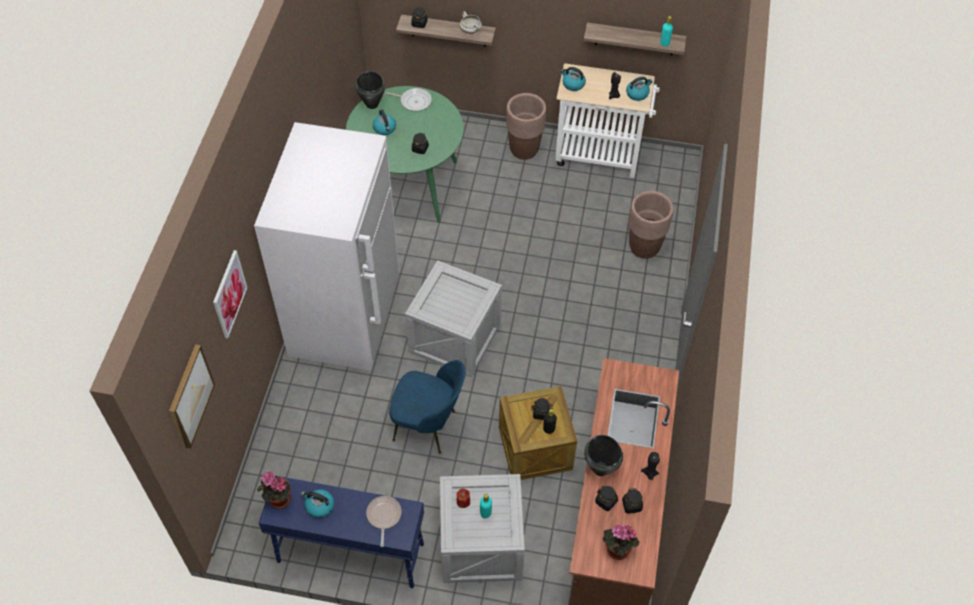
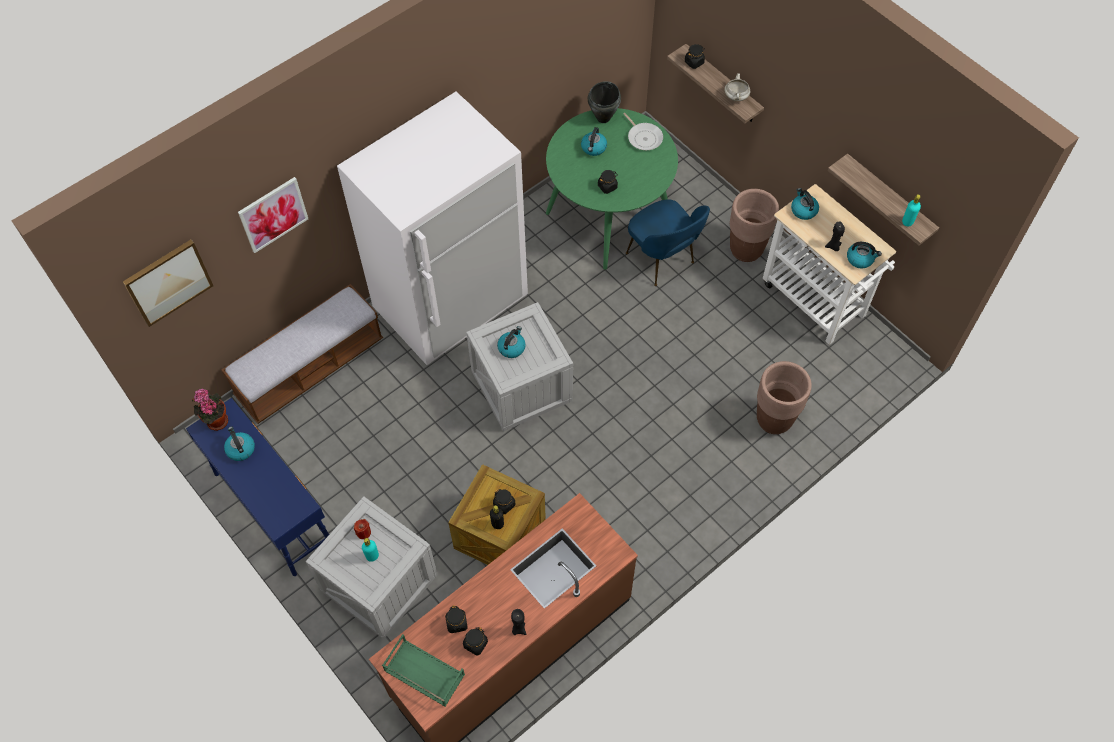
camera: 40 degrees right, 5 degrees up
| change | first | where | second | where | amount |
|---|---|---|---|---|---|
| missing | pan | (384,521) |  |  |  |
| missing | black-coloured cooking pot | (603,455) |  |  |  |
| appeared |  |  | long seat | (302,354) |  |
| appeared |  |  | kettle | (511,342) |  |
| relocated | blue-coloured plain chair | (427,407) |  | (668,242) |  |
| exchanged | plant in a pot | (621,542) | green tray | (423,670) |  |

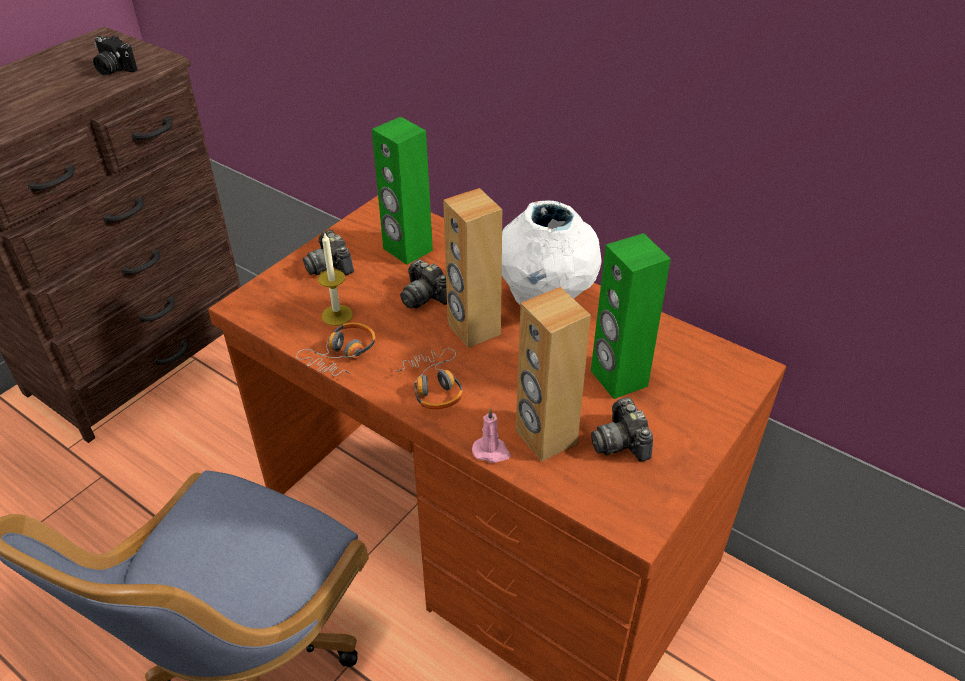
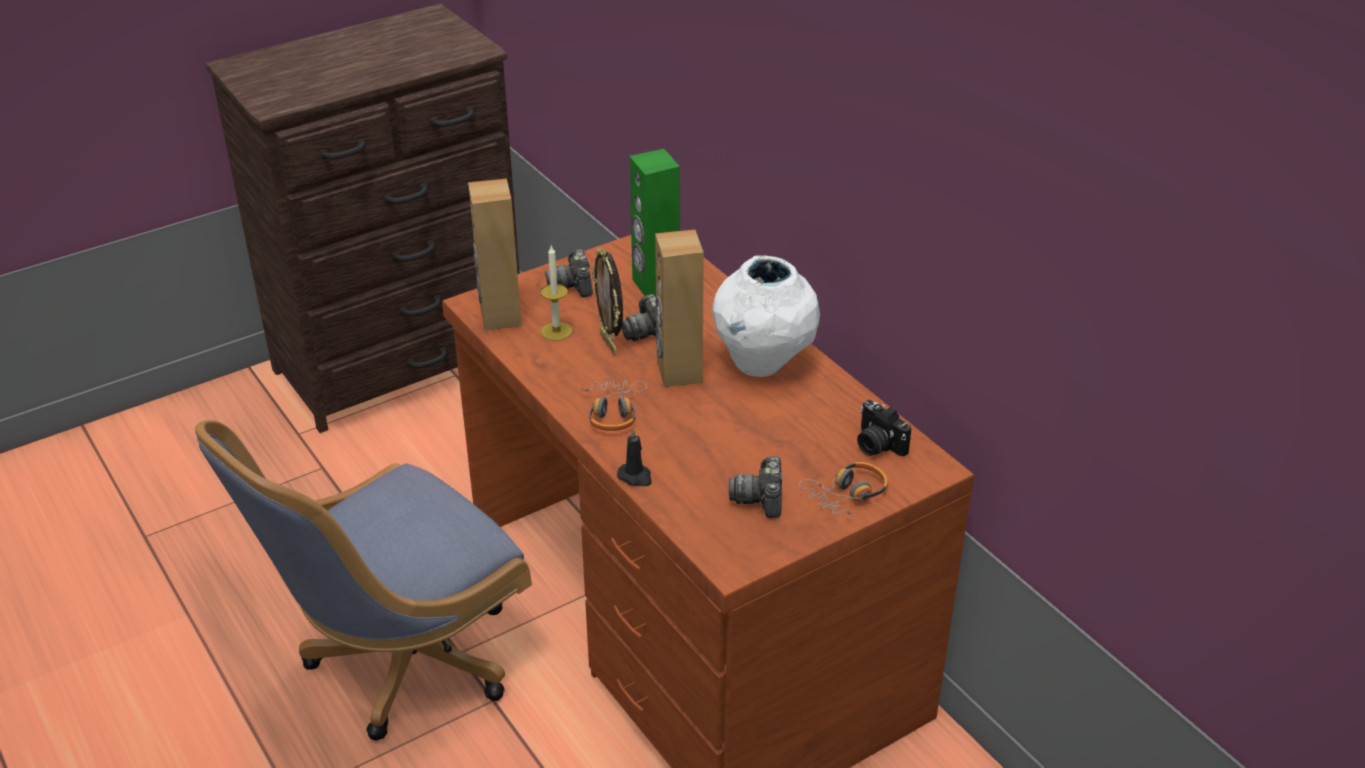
camera: 20 degrees right, 5 degrees down
| change | first | where | second | where | amount |
|---|---|---|---|---|---|
| missing | green speaker | (631,316) |  |  |  |
| appeared |  |  | standing frame | (607,301) |  |
| relocated | photo camera | (115,55) |  | (884,428) |  |
| relocated | pair of headphones | (336,349) |  | (843,489) |  |
| relocated | brown speaker | (553,374) |  | (495,255) |  |
| colour | pink candle | (491,435) | black-coloured candle | (634,457) |  |

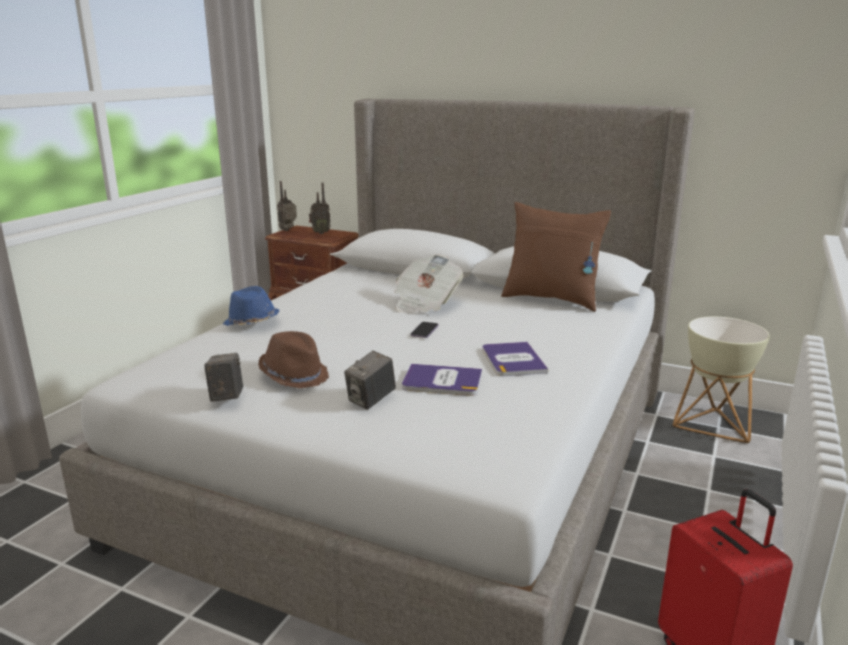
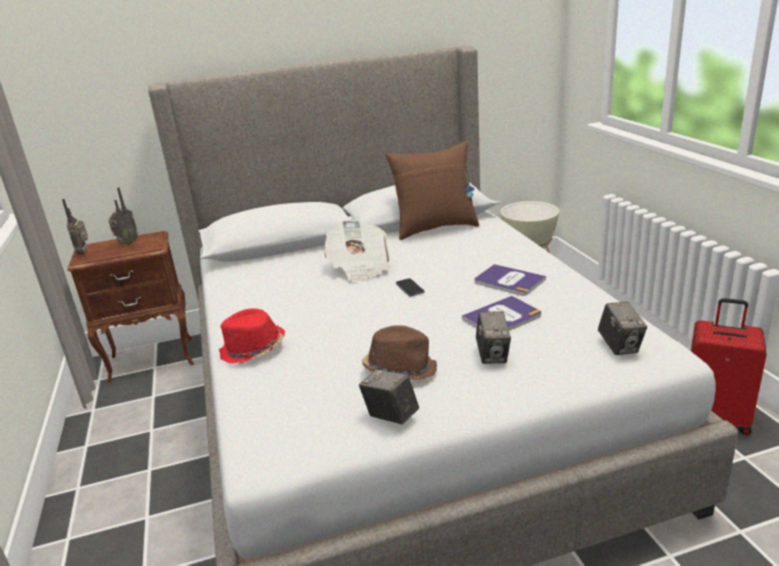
camera: 40 degrees left, 5 degrees up
| change | first | where | second | where | amount |
|---|---|---|---|---|---|
| appeared |  |  | photo camera | (622,328) |  |
| colour | blue-coloured wearable hat | (251,306) | reddish wearable hat | (252,336) |  |

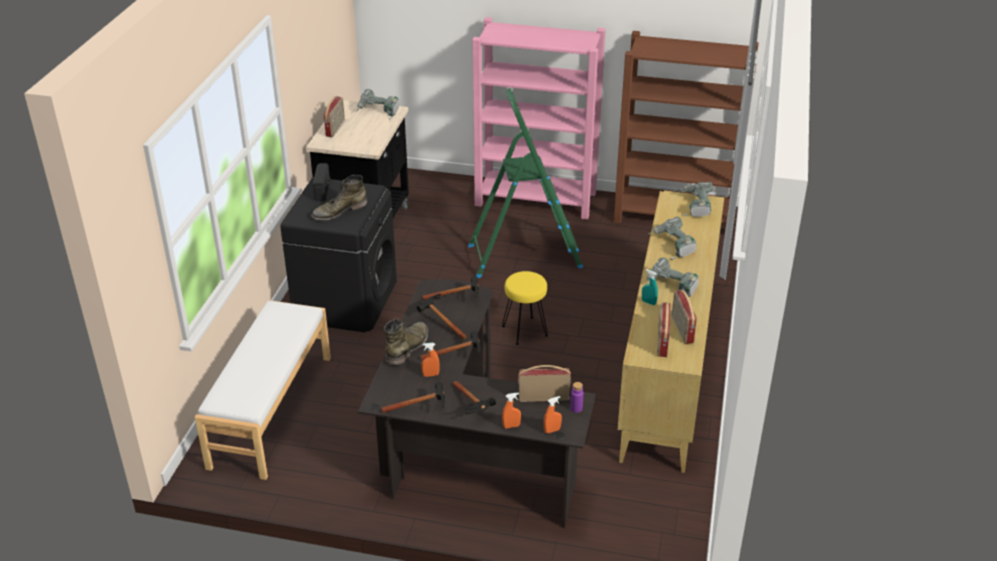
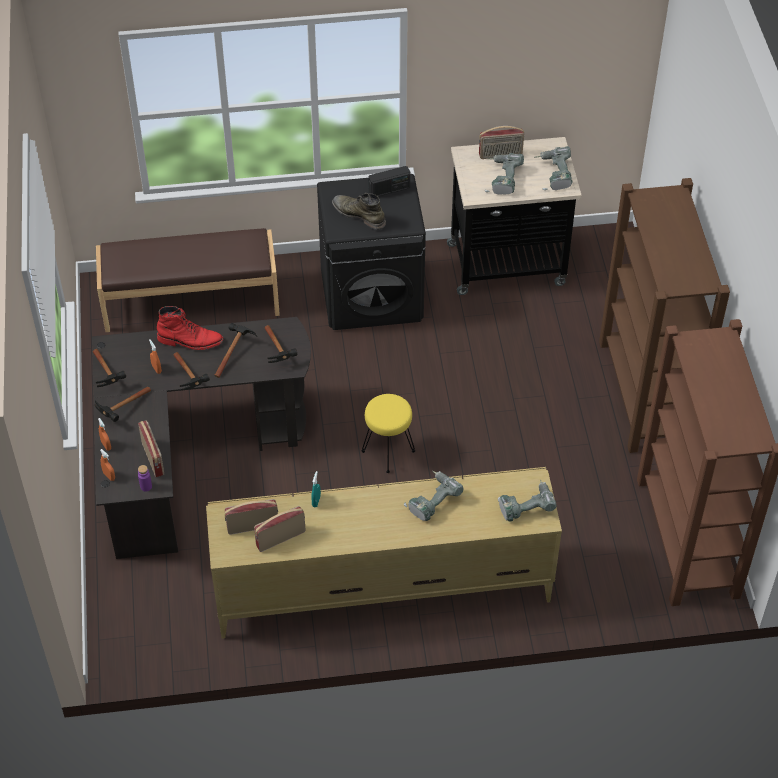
camera: 70 degrees right, 15 degrees up
| change | first | where | second | where | amount |
|---|---|---|---|---|---|
| missing | green step stool | (525,183) |  |  |  |
| relocated | drill | (672,277) |  | (504,173) |  |
| colour | white-coloured long seat | (263,390) | brown long seat | (188,280) |  |
| colour | green tall boot | (406,341) | reddish tall boot | (190,328) |  |
| colour | pink shelving unit | (539,118) | brown shelving unit | (664,315) |  |

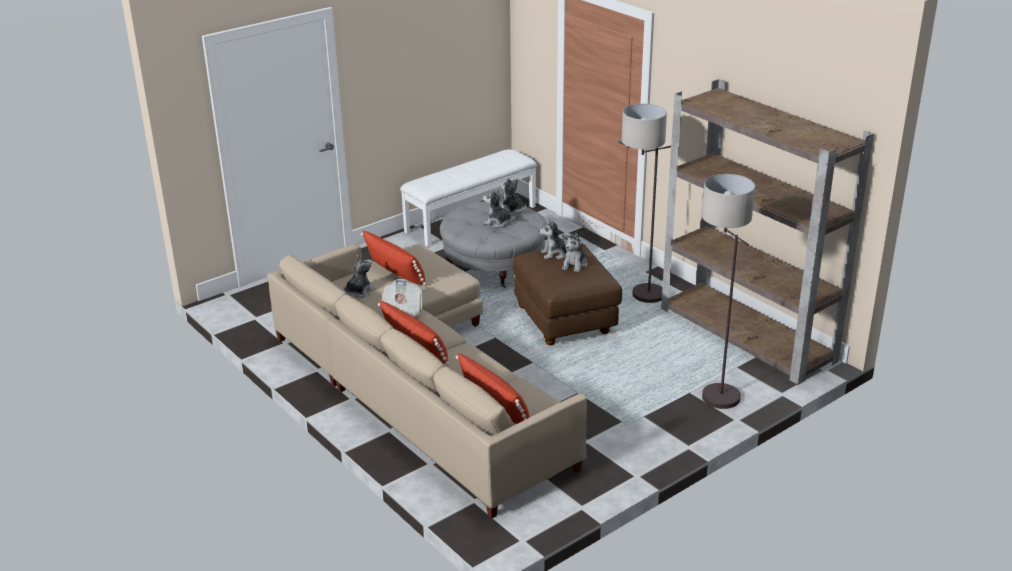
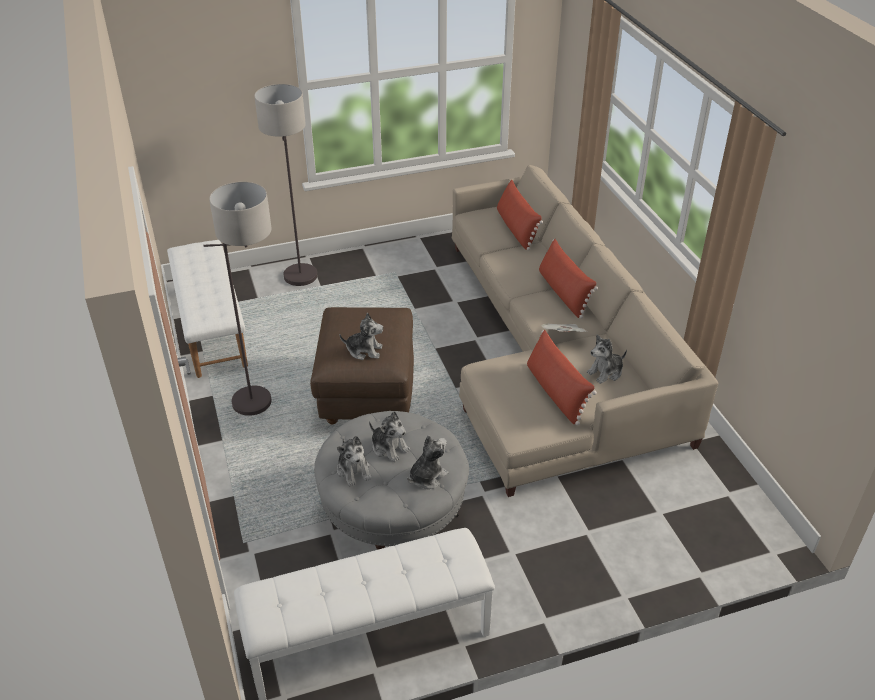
camera: 160 degrees left, 10 degrees up
| change | first | where | second | where | amount |
|---|---|---|---|---|---|
| relocated | plush toy | (575,252) |  | (427,462) |  |
| exchanged | brown shelving unit | (767,232) | white-coloured long seat | (207,309) |  |

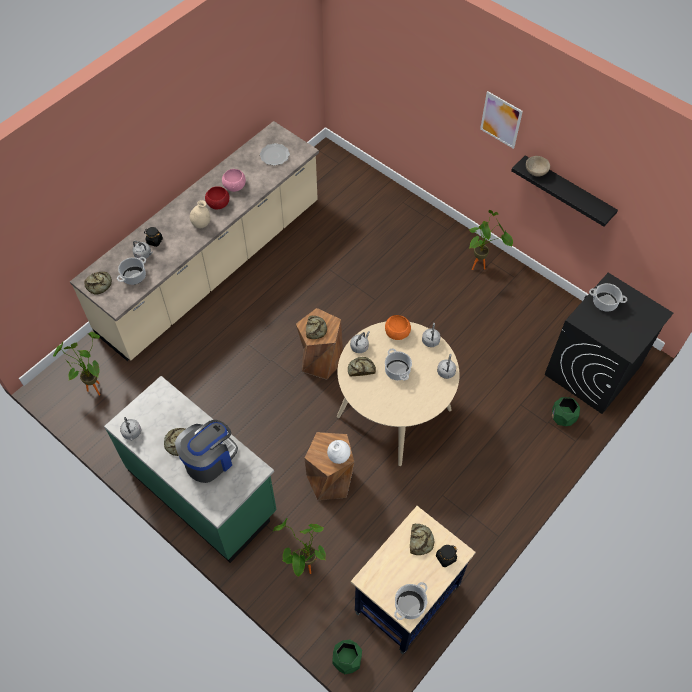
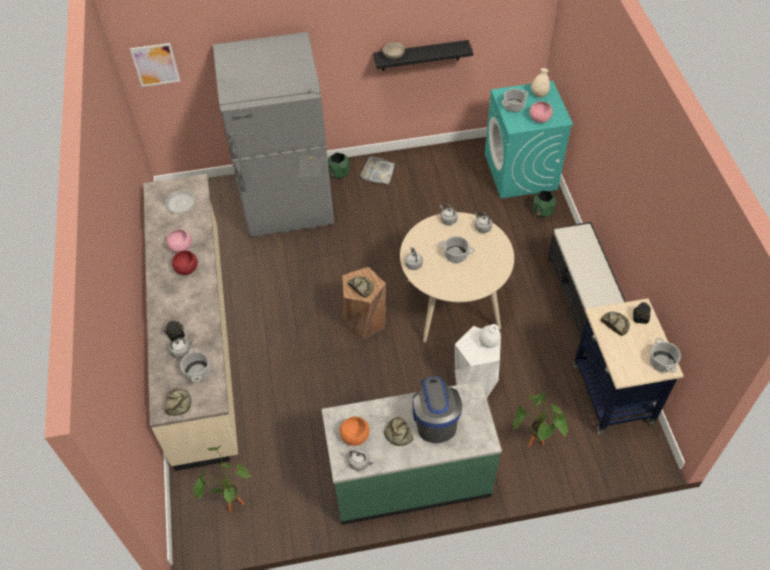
camera: 50 degrees left, 5 degrees down
| change | first | where | second | where | amount |
|---|---|---|---|---|---|
| missing | bread | (362,367) |  |  |  |
| appeared |  |  | greyish refrigerator | (273,134) |  |
| appeared |  |  | pink bowl | (540,112) |  |
| appeared |  |  | black-coloured long seat | (587,280) |  |
| relocated | sand-coloured vase | (200,214) |  | (540,83) |  |
| relocated | green flower pot | (347,657) |  | (339,165) |  |
| relocated | orangey bowl | (398,327) |  | (355,431) |  |
| relocated | wall picture | (501,120) |  | (155,65) |  |
| exchanged | plant in a pot | (491,240) | greyish tray | (377,170) |  |
| colour | brown sitting stool | (329,466) | white-coloured sitting stool | (478,362) |  |
| colour | black-coloured laundry appliance | (609,343) | blue-green laundry appliance | (529,140) |  |

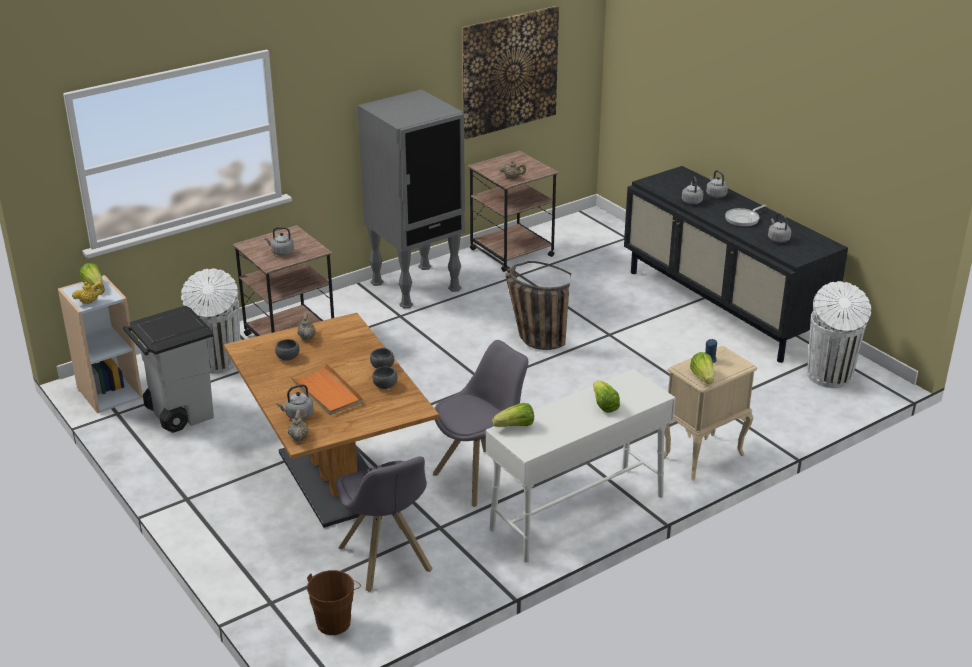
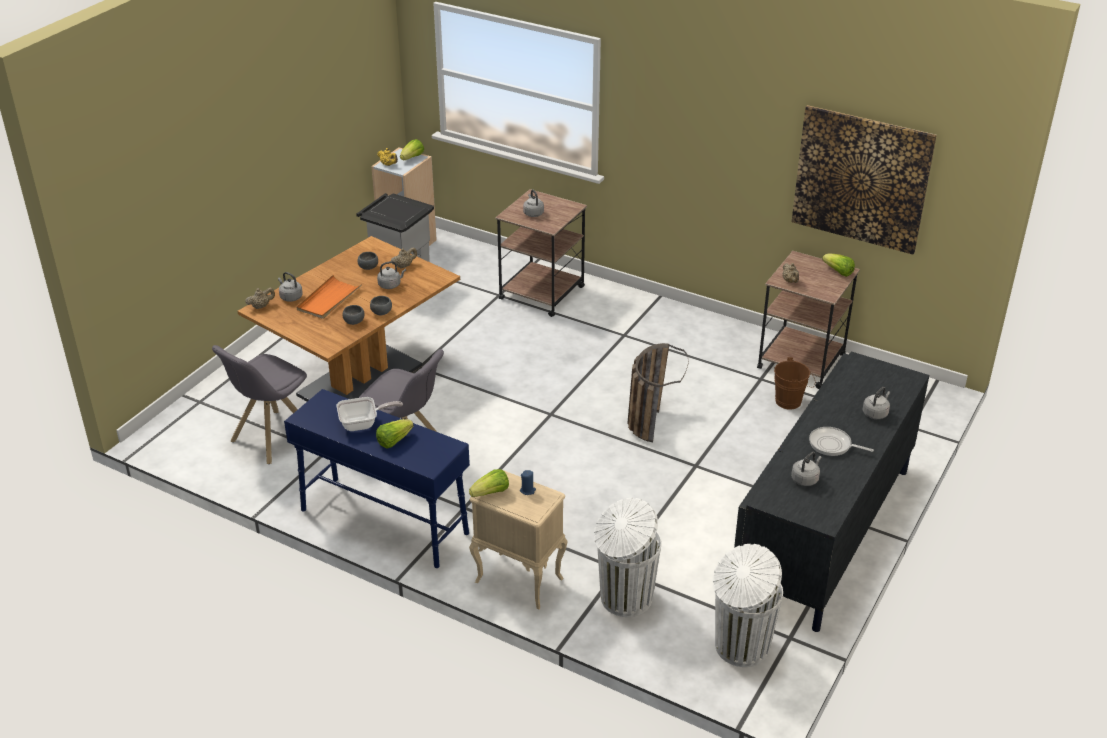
camera: 65 degrees right, 5 degrees up
| change | first | where | second | where | amount |
|---|---|---|---|---|---|
| missing | greyish cabinet | (411,198) |  |  |  |
| appeared |  |  | pan | (370,414) |  |
| relocated | white-coloured waste bin | (210,321) |  | (628,557) |  |
| relocated | brown bucket | (334,602) |  | (794,383) |  |
| relocated | lettuce | (513,415) |  | (838,265) |  |
| relocated | greyish kettle | (692,190) |  | (391,275) |  |
| colour | white-coloured narrow table | (581,465) | blue-coloured narrow table | (377,478) |  |

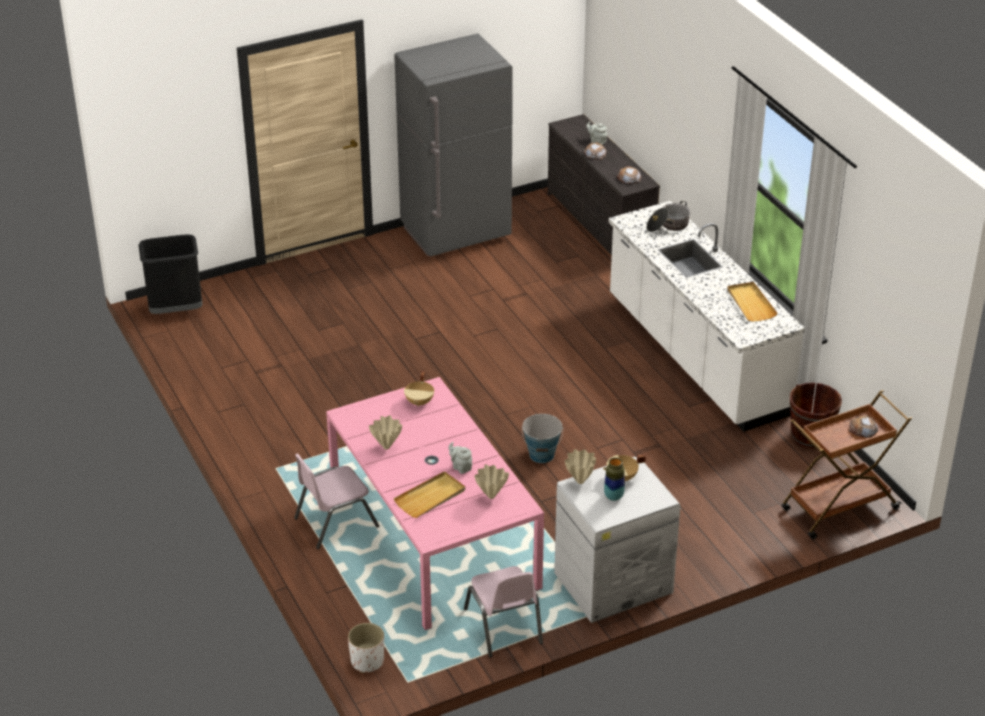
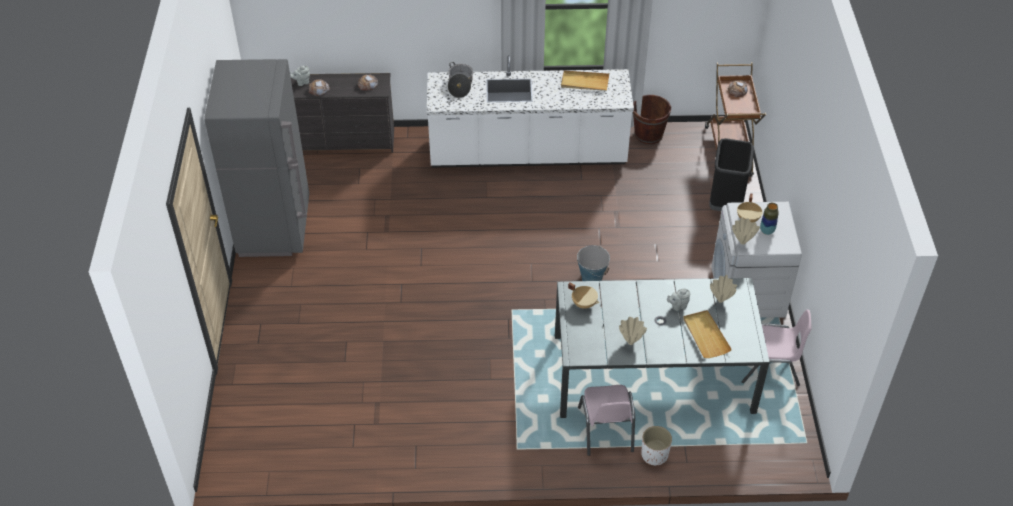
camera: 65 degrees left, 10 degrees up
| change | first | where | second | where | amount |
|---|---|---|---|---|---|
| relocated | black-coloured waste bin | (171,274) |  | (732,174) |  |
| relocated | white-coloured flower pot | (366,648) |  | (656,445) |  |
| colour | pink dinner table | (435,503) | greyish dinner table | (662,348) |  |

